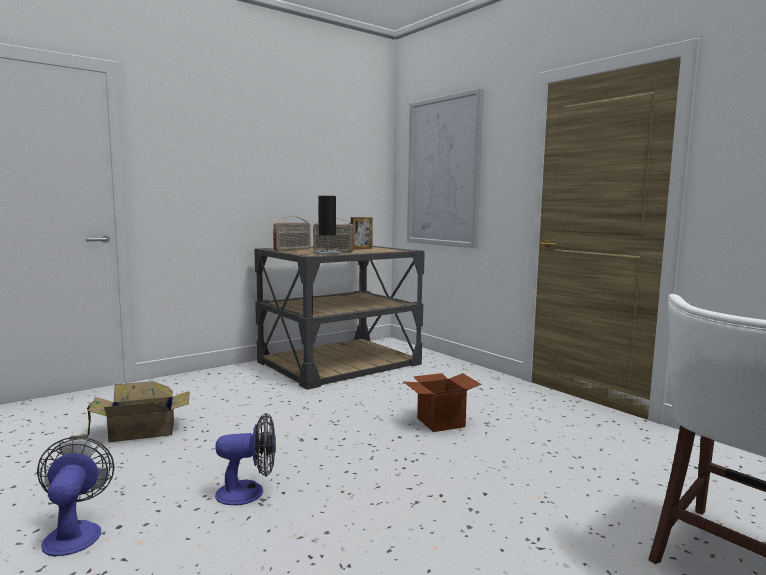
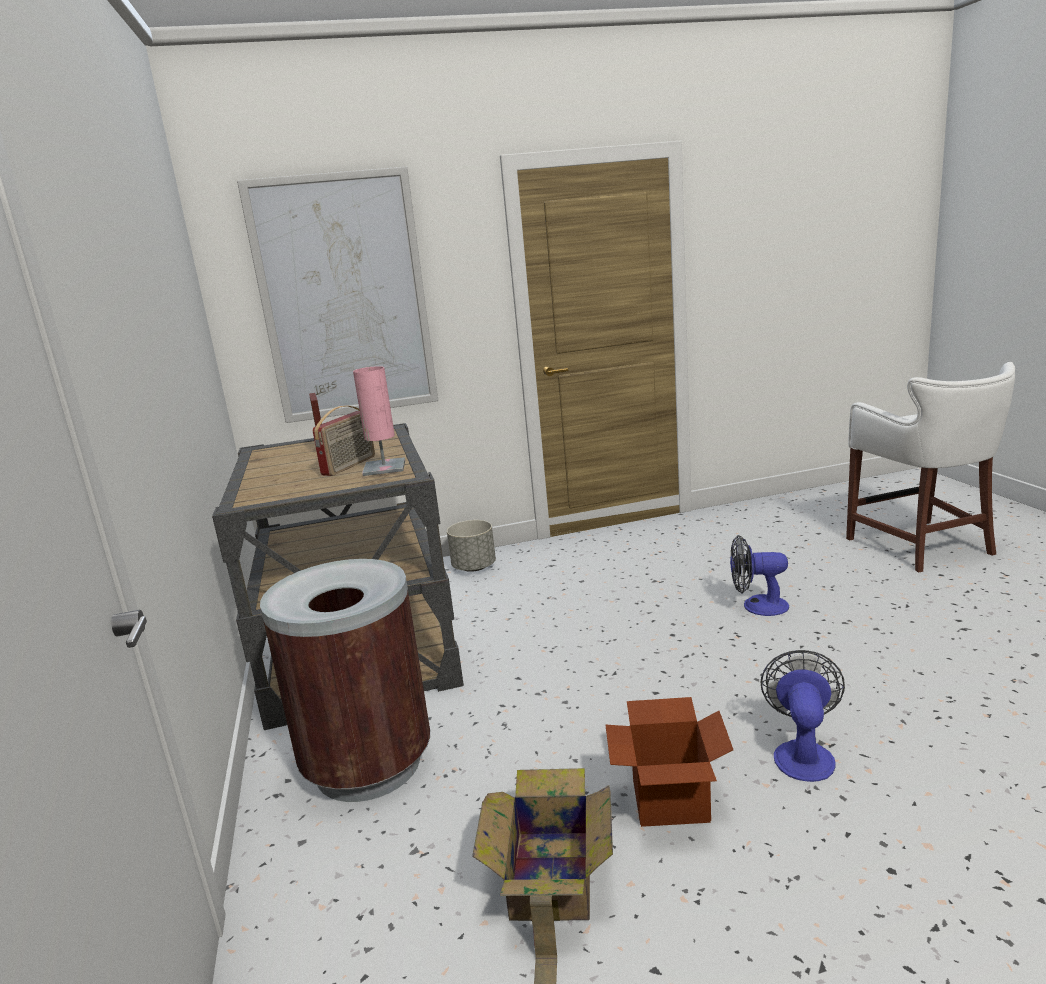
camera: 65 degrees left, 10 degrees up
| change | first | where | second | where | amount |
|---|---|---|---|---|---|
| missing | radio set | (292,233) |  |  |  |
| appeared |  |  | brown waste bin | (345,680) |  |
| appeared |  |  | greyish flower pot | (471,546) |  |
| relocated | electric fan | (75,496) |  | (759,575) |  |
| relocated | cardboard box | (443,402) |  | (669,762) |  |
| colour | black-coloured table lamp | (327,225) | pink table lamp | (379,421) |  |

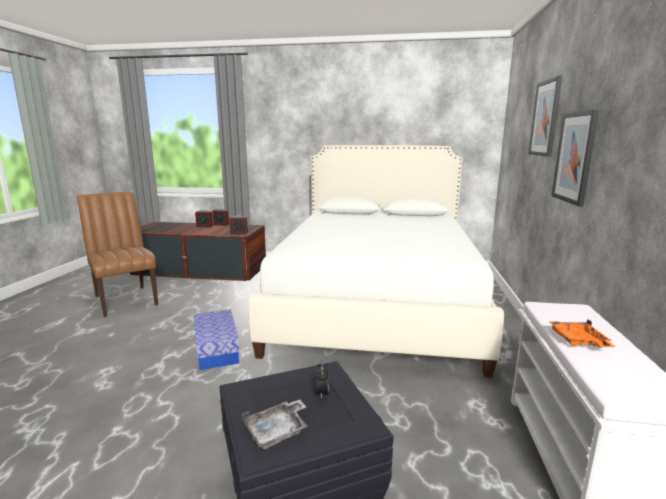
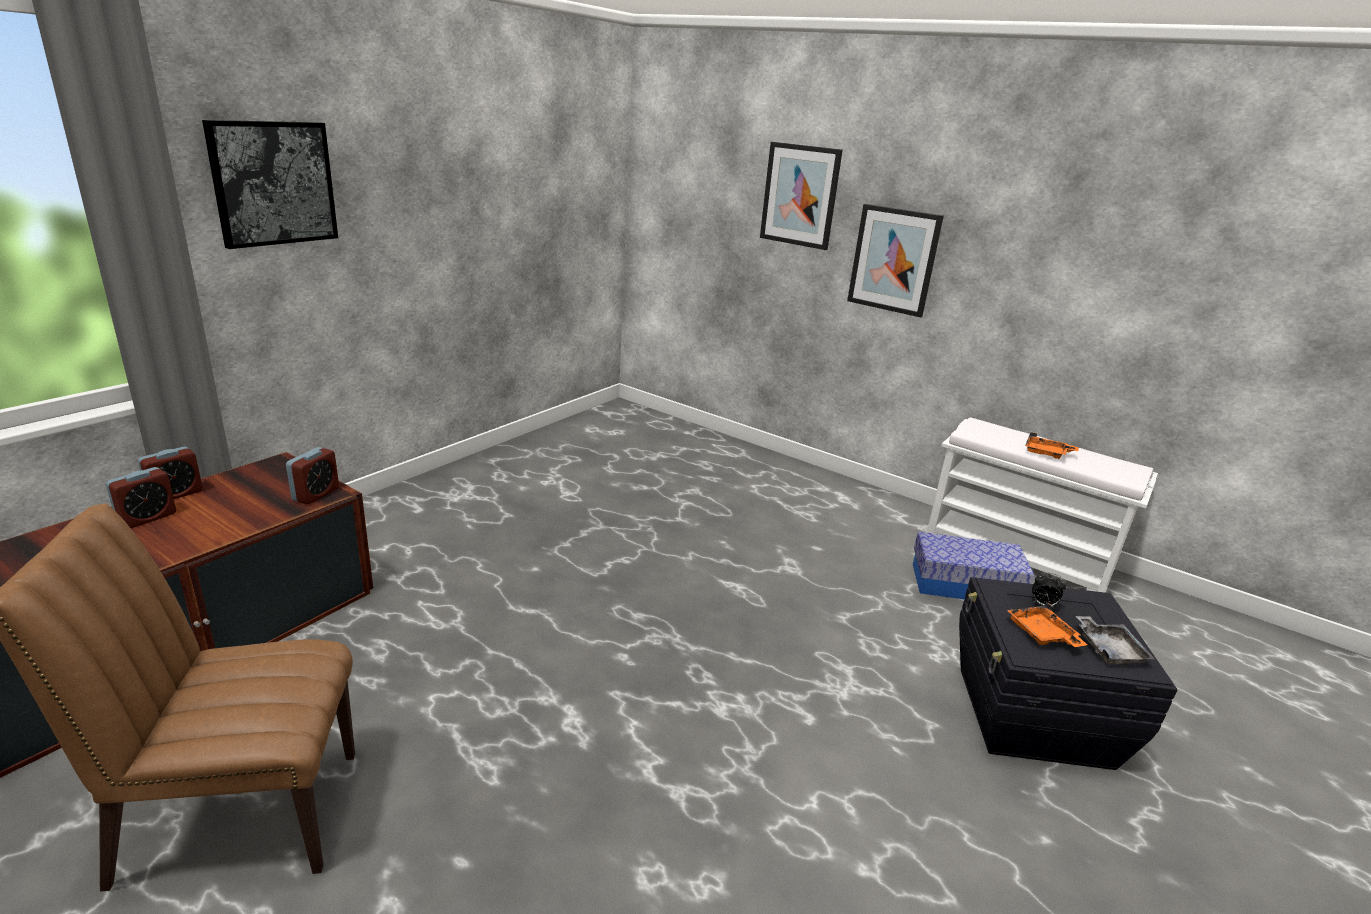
camera: 65 degrees left, 10 degrees up
| change | first | where | second | where | amount |
|---|---|---|---|---|---|
| missing | white-coloured bedroom bed | (376,261) |  |  |  |
| appeared |  |  | wall picture | (270,184) |  |
| appeared |  |  | orangey tray | (1047,624) |  |
| relocated | storage bin | (217,339) |  | (973,565) |  |

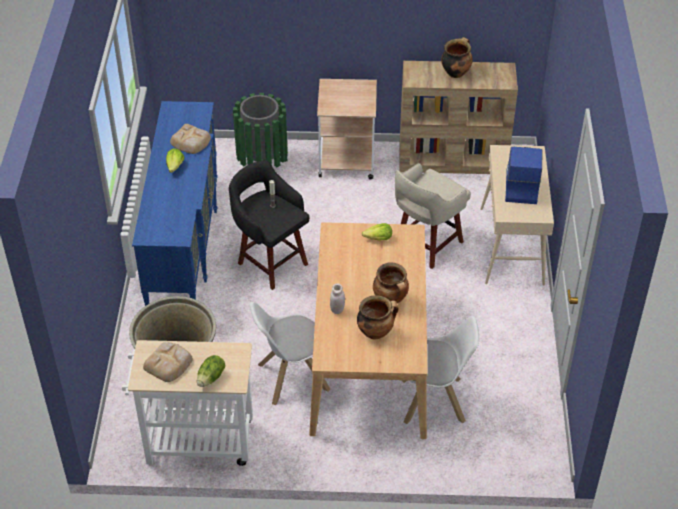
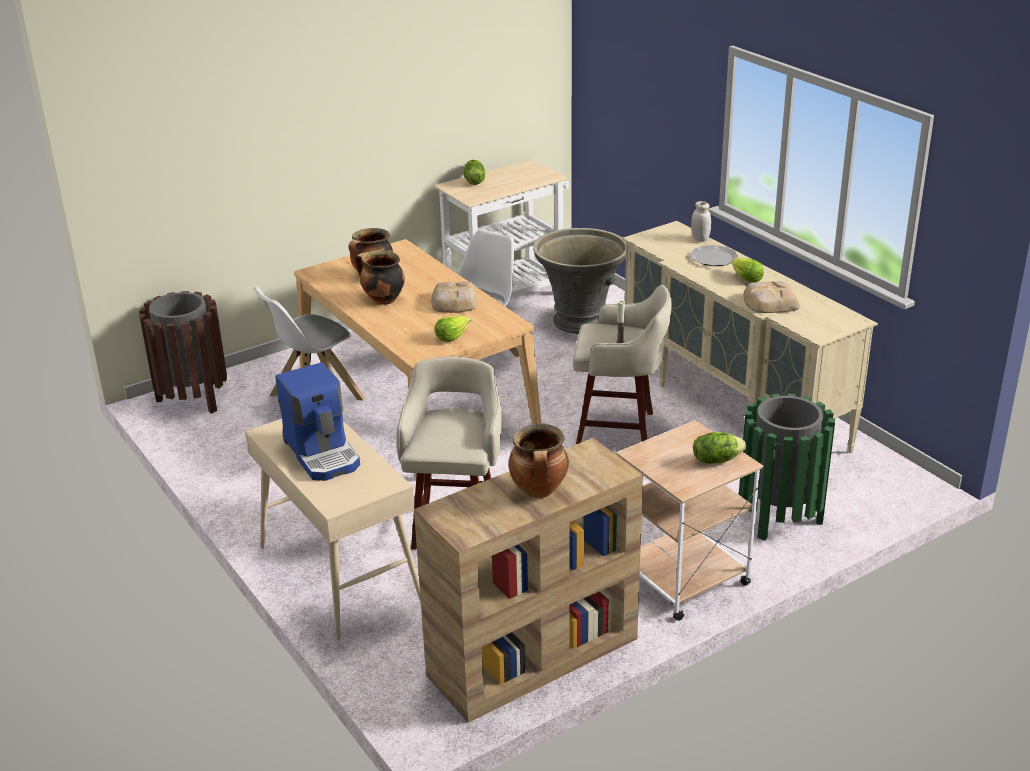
camera: 145 degrees right, 15 degrees down
| change | first | where | second | where | amount |
|---|---|---|---|---|---|
| appeared |  |  | brown waste bin | (183,352) |  |
| appeared |  |  | plate | (714,255) |  |
| appeared |  |  | lettuce | (719,448) |  |
| relocated | bread | (168,362) |  | (454,297) |  |
| relocated | white-coloured preserve jar | (337,298) |  | (701,221) |  |
| colour | blue-coloured cabinet | (175,203) | sand-coloured cabinet | (750,337) |  |
| colour | black-coloured sitting stool | (269,225) | sand-coloured sitting stool | (622,364) |  |

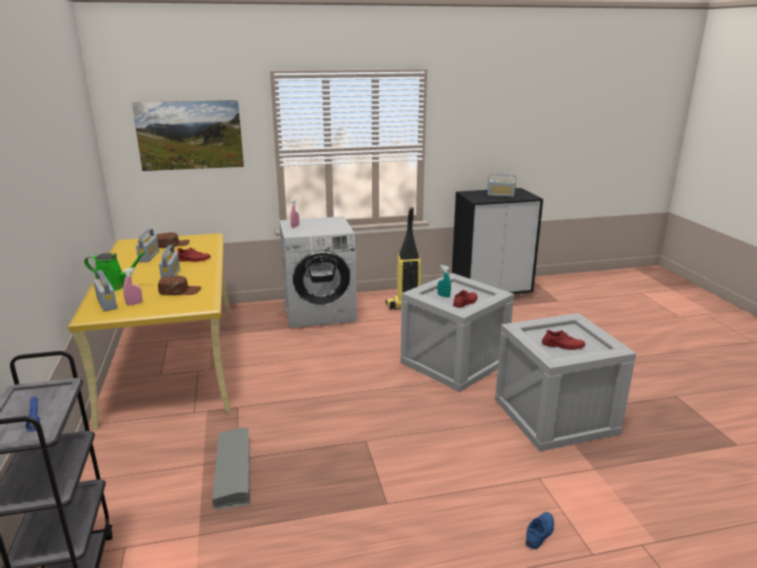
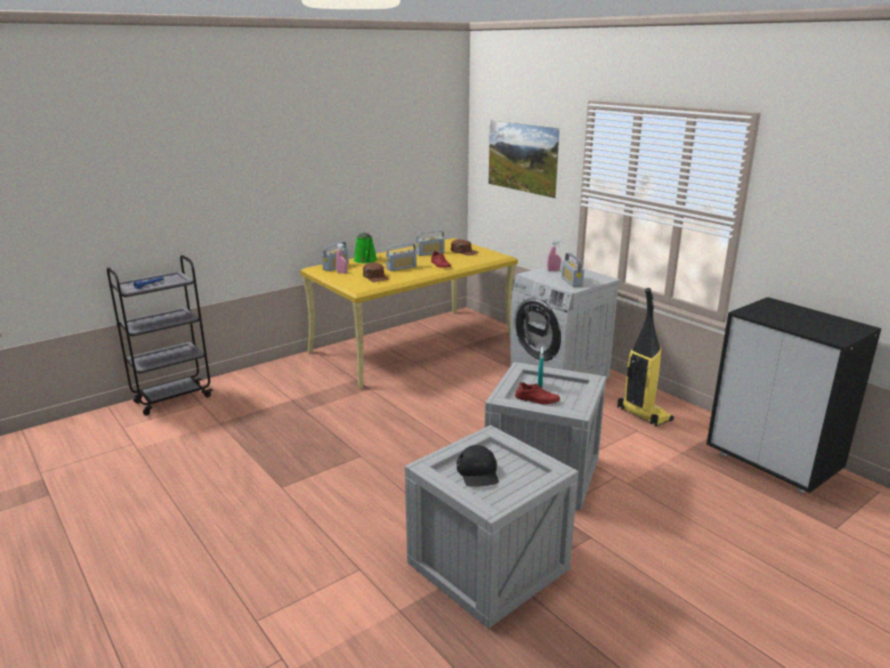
camera: 65 degrees right, 0 degrees up
| change | first | where | second | where | amount |
|---|---|---|---|---|---|
| missing | greyish storage bin | (231,468) |  |  |  |
| missing | blue-coloured shoe | (540,530) |  |  |  |
| relocated | radio set | (501,185) |  | (572,270) |  |
| exchanged | reddish shoe | (563,340) | black-coloured cap | (478,466) |  |

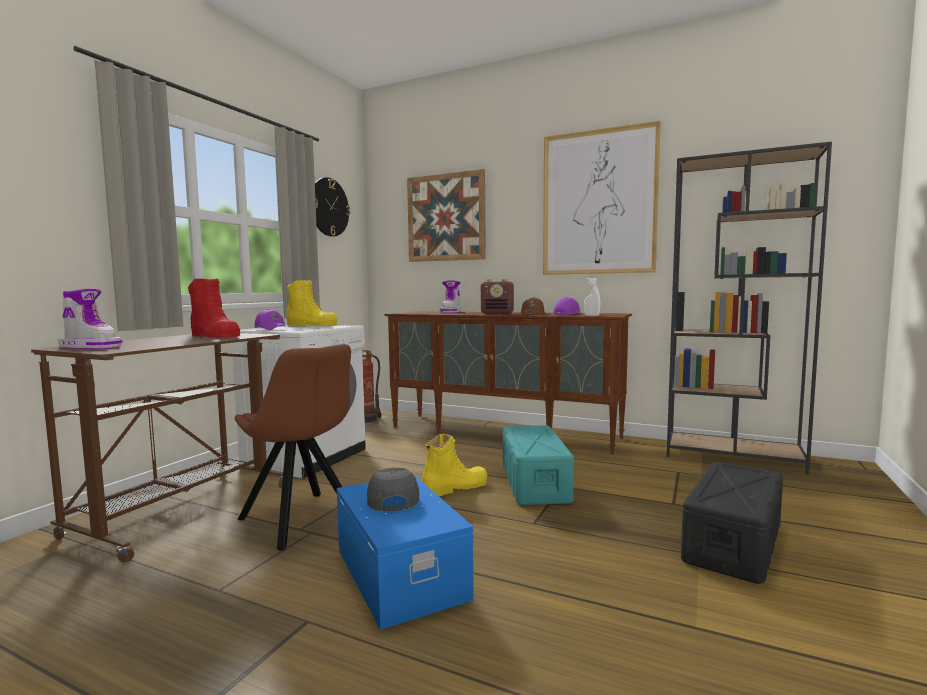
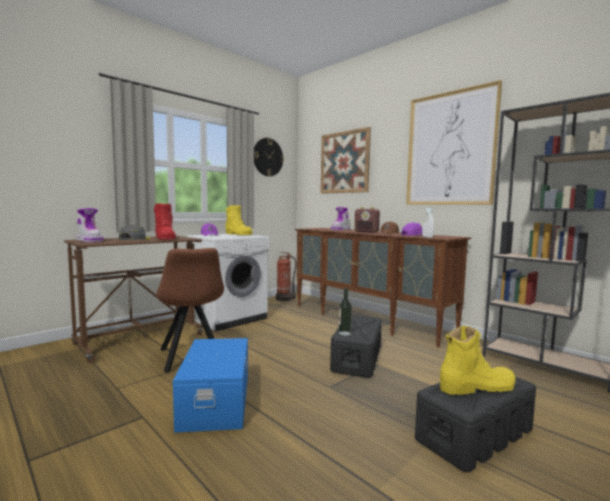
camera: 20 degrees right, 0 degrees up
| change | first | where | second | where | amount |
|---|---|---|---|---|---|
| appeared |  |  | drink bottle | (345,312) |  |
| relocated | greyish cap | (393,489) |  | (135,232) |  |
| relocated | yellow-coloured tall boot | (455,465) |  | (478,360) |  |
| colour | blue-green storage bin | (538,465) | black-coloured storage bin | (356,346) |  |

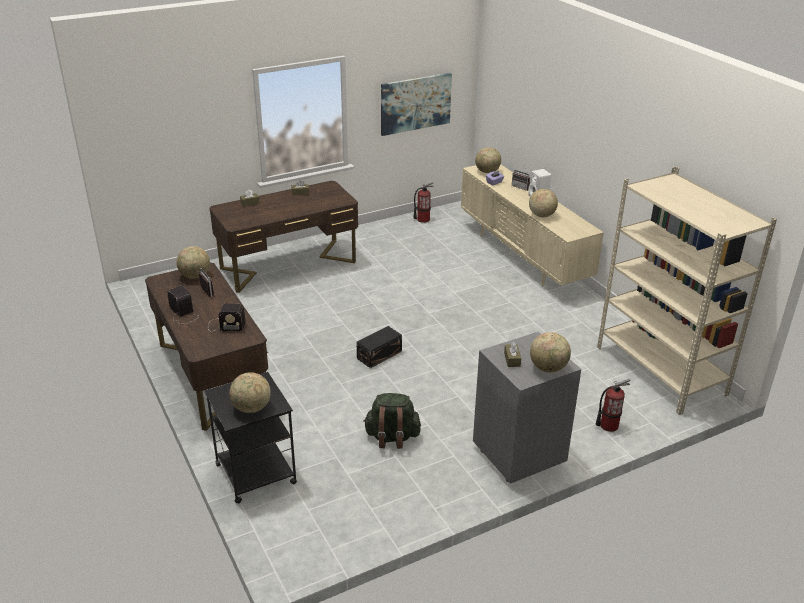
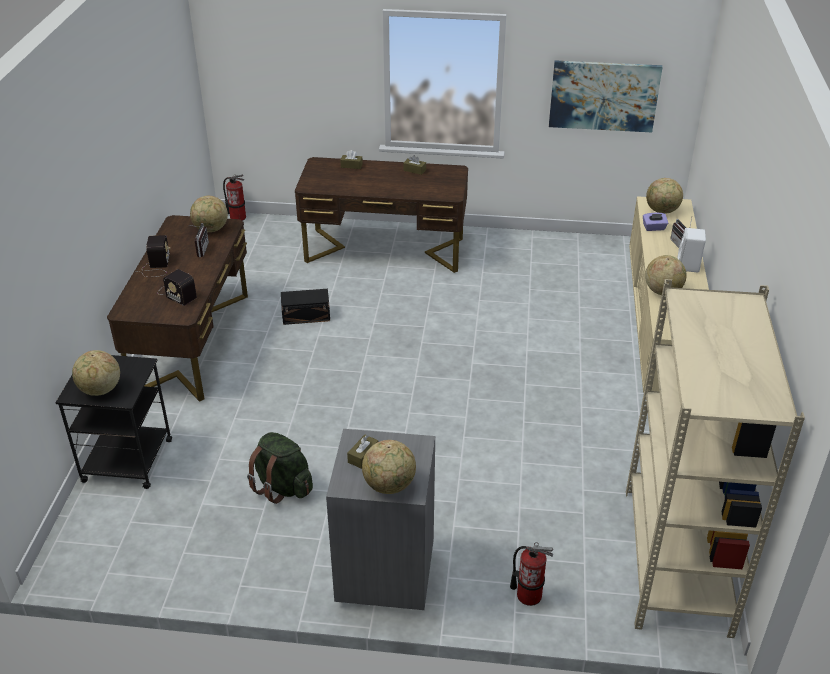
camera: 35 degrees right, 5 degrees up
| change | first | where | second | where | amount |
|---|---|---|---|---|---|
| relocated | black-coloured storage bin | (379,347) |  | (305,307) |  |
| relocated | fire extinguisher | (423,202) |  | (234,198) |  |

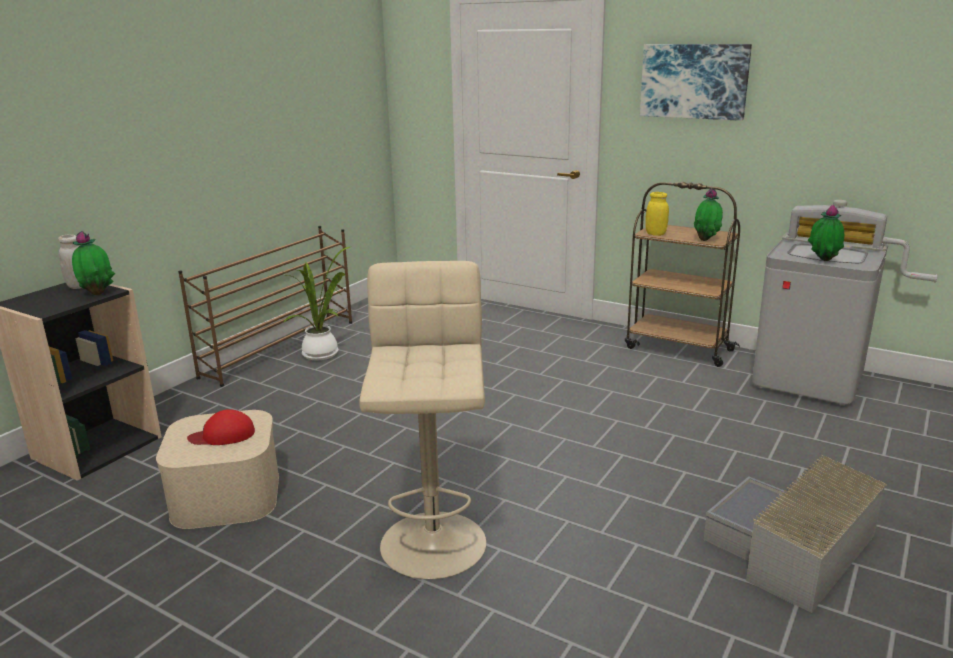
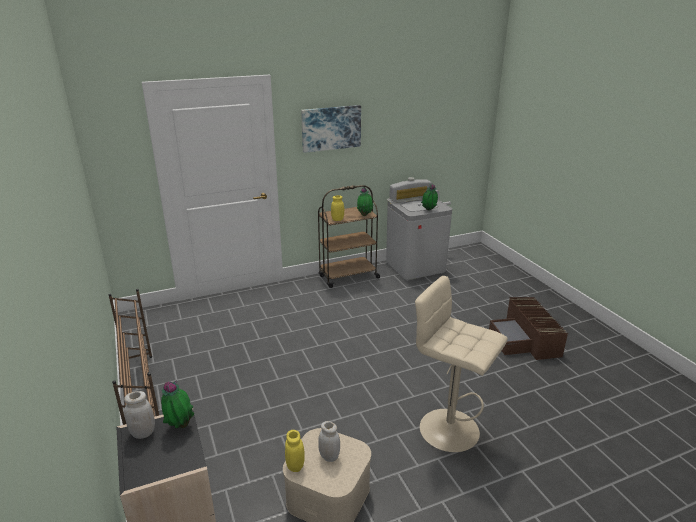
camera: 55 degrees left, 5 degrees up
| change | first | where | second | where | amount |
|---|---|---|---|---|---|
| missing | plant in a pot | (317,303) |  |  |  |
| appeared |  |  | yellow-coloured preserve jar | (295,451) |  |
| exchanged | reddish cap | (221,427) | white-coloured preserve jar | (329,441) |  |
| colour | greyish storage bin | (795,534) | brown storage bin | (528,328) |  |

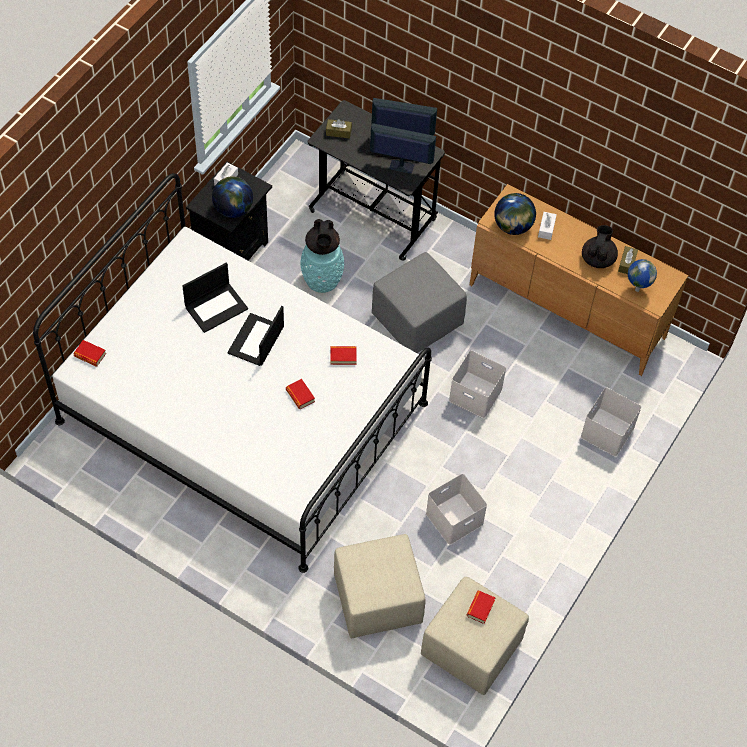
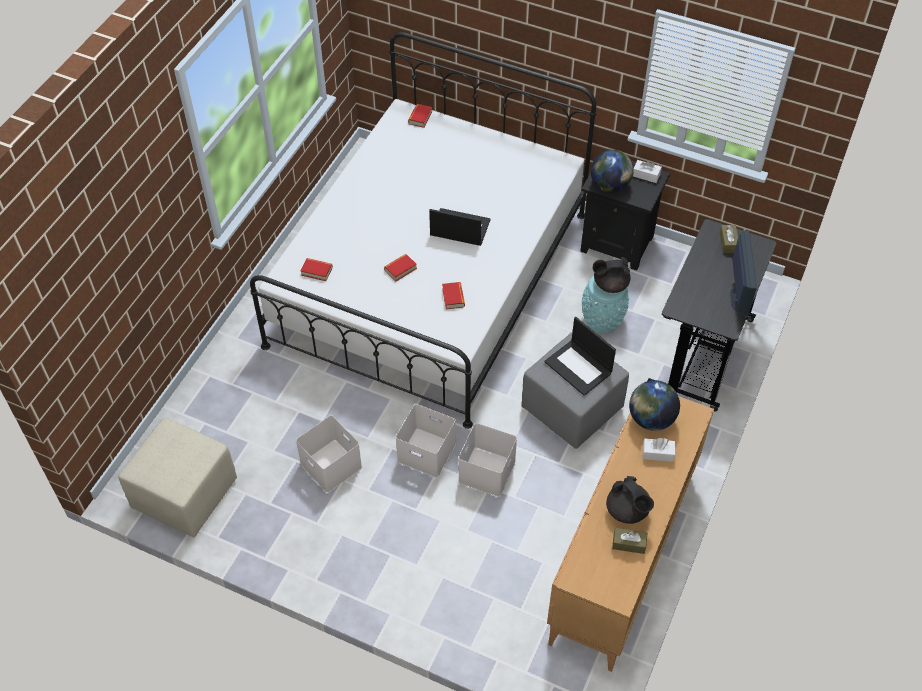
camera: 85 degrees right, 5 degrees down
| change | first | where | second | where | amount |
|---|---|---|---|---|---|
| missing | sand-coloured ottoman | (379,586) |  |  |  |
| missing | monitor | (403,148) |  |  |  |
| missing | world globe | (642,275) |  |  |  |
| relocated | portable computer | (215,298) |  | (580,356) |  |
| relocated | book | (480,607) |  | (317,269) |  |
| relocated | white-coloured storage bin | (611,422) |  | (426,441) |  |
| spun | black-coloured tea pot | (600,246) |  | (630,500) | 45 degrees clockwise |

